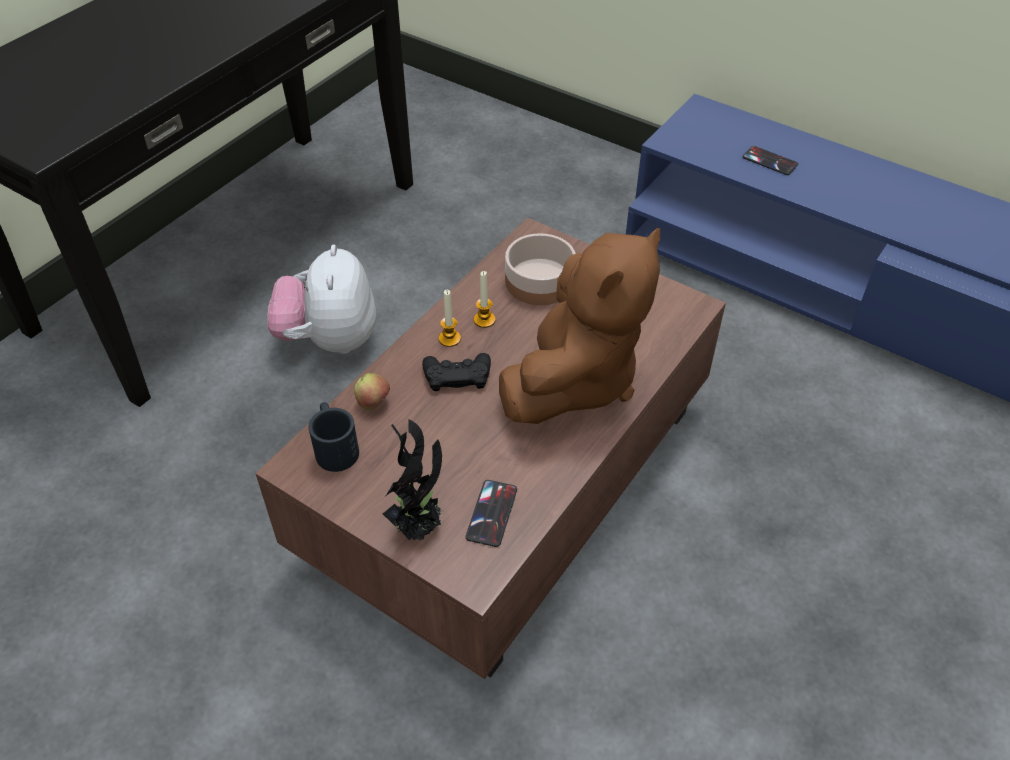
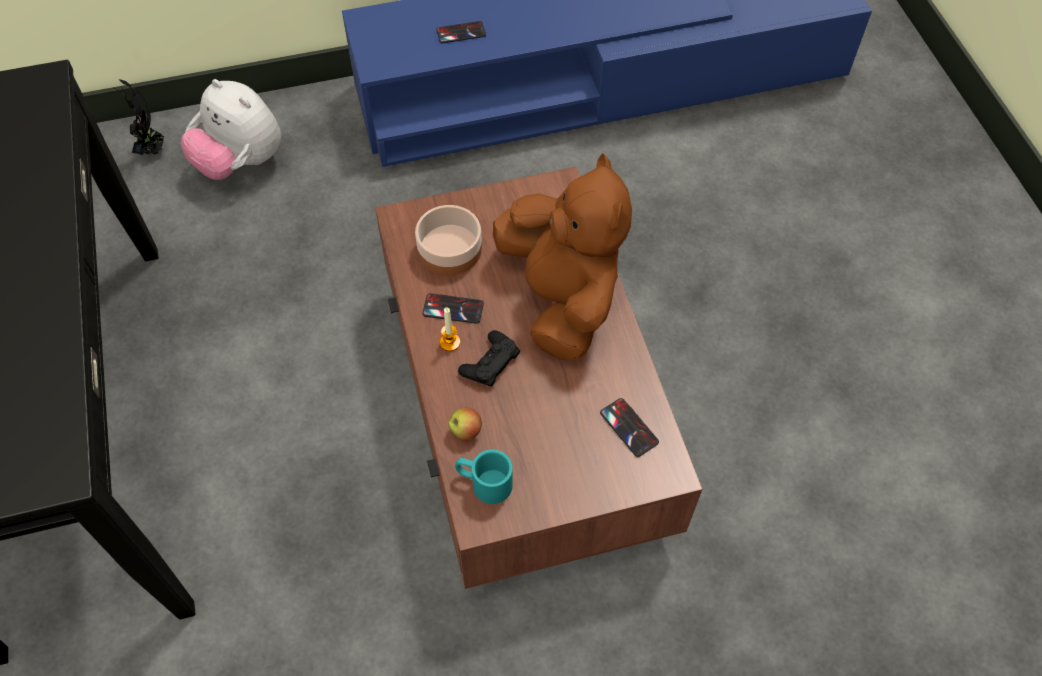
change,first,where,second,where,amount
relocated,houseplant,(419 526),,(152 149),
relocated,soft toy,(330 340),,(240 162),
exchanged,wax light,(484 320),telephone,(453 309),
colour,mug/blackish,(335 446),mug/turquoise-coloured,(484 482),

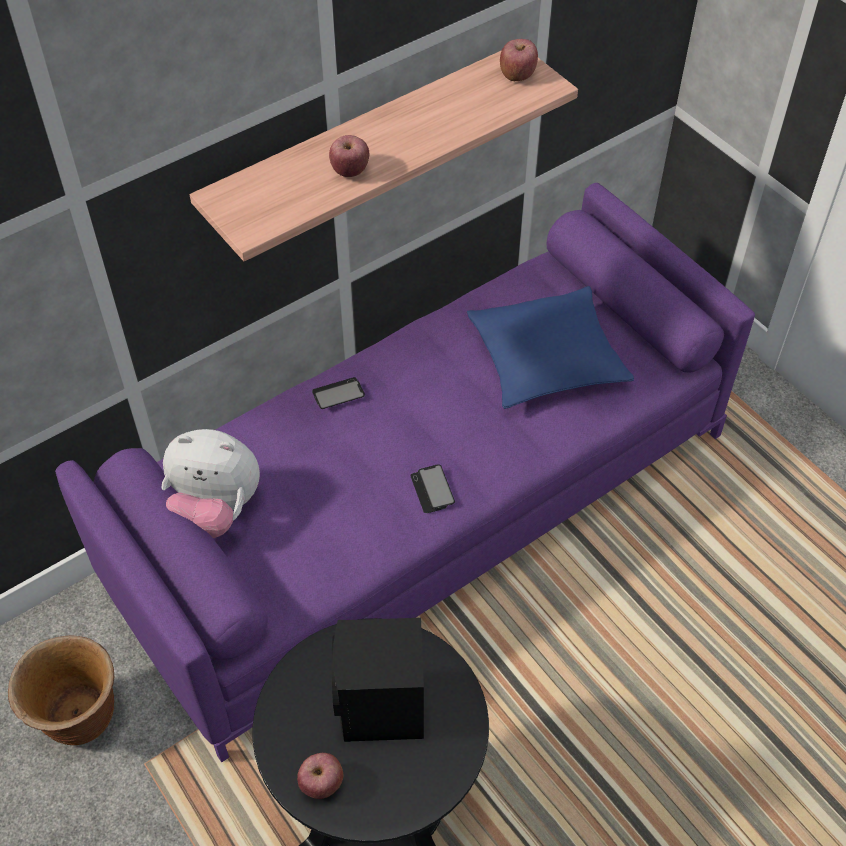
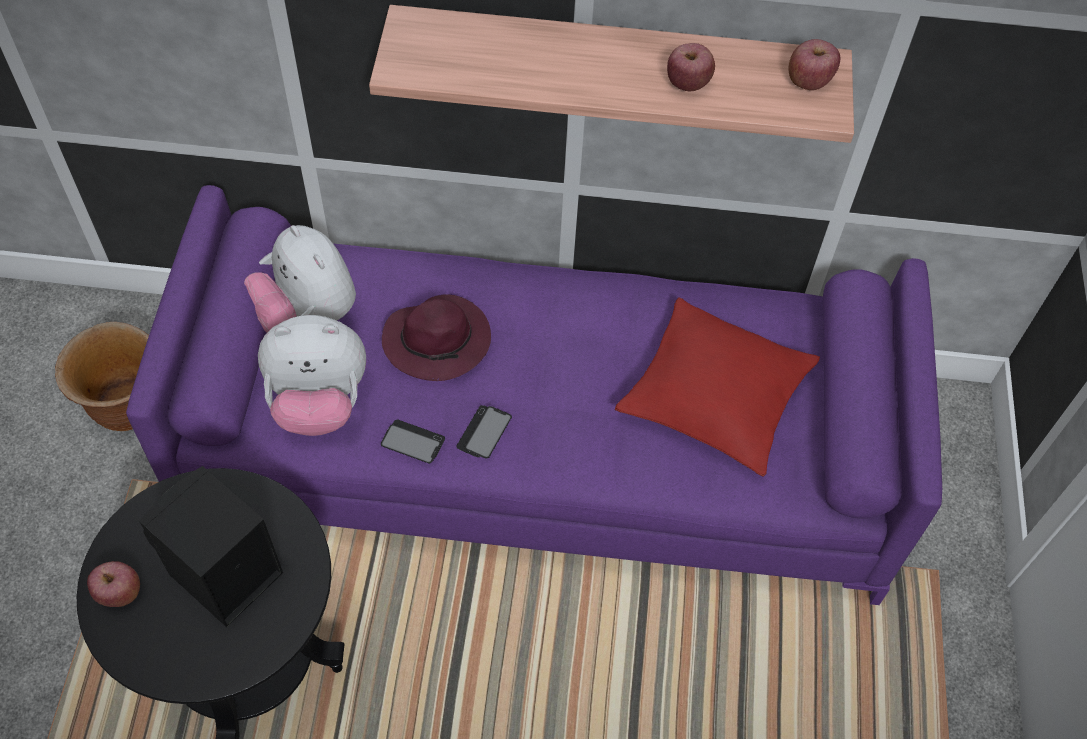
change,first,where,second,where,amount
appeared,,,soft toy,(319 402),
relocated,telephone,(338 394),,(413 442),
appeared,,,wearable hat/purple-coloured,(439 341),
colour,throw pillow/blue-coloured,(546 358),throw pillow/red-coloured,(715 396),
relocated,apple,(350 171),,(688 84),

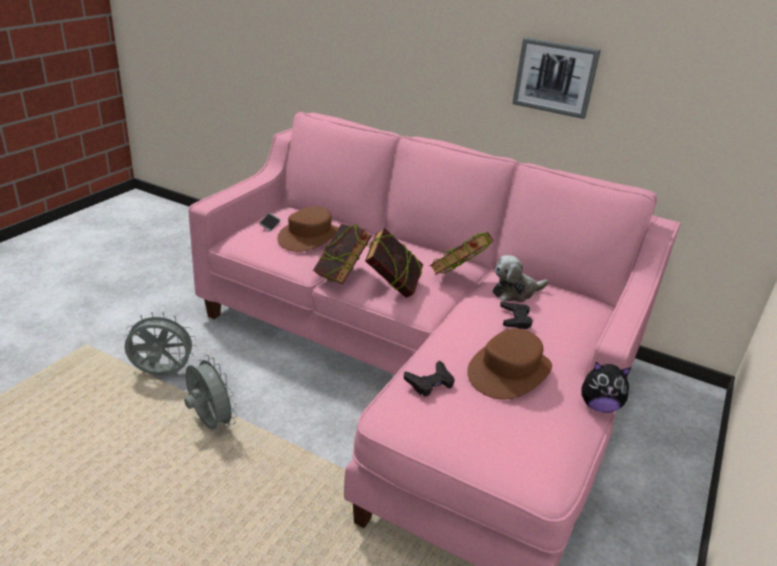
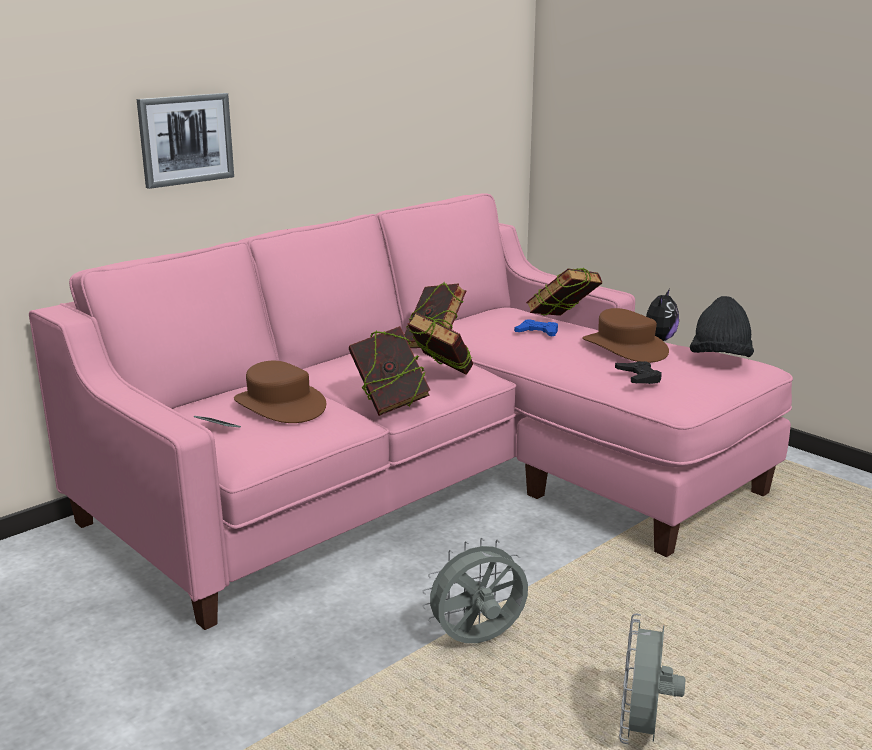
change,first,where,second,where,amount
relocated,wall art,(555 77),,(185 139),
colour,game controller/blackish,(515 319),game controller/blue-coloured,(537 333),
appeared,,,volume,(562 322),
relocated,electric fan/grey,(162 374),,(642 732),
appeared,,,wearable hat/blackish,(720 360),
missing,soft toy,(515 292),,,

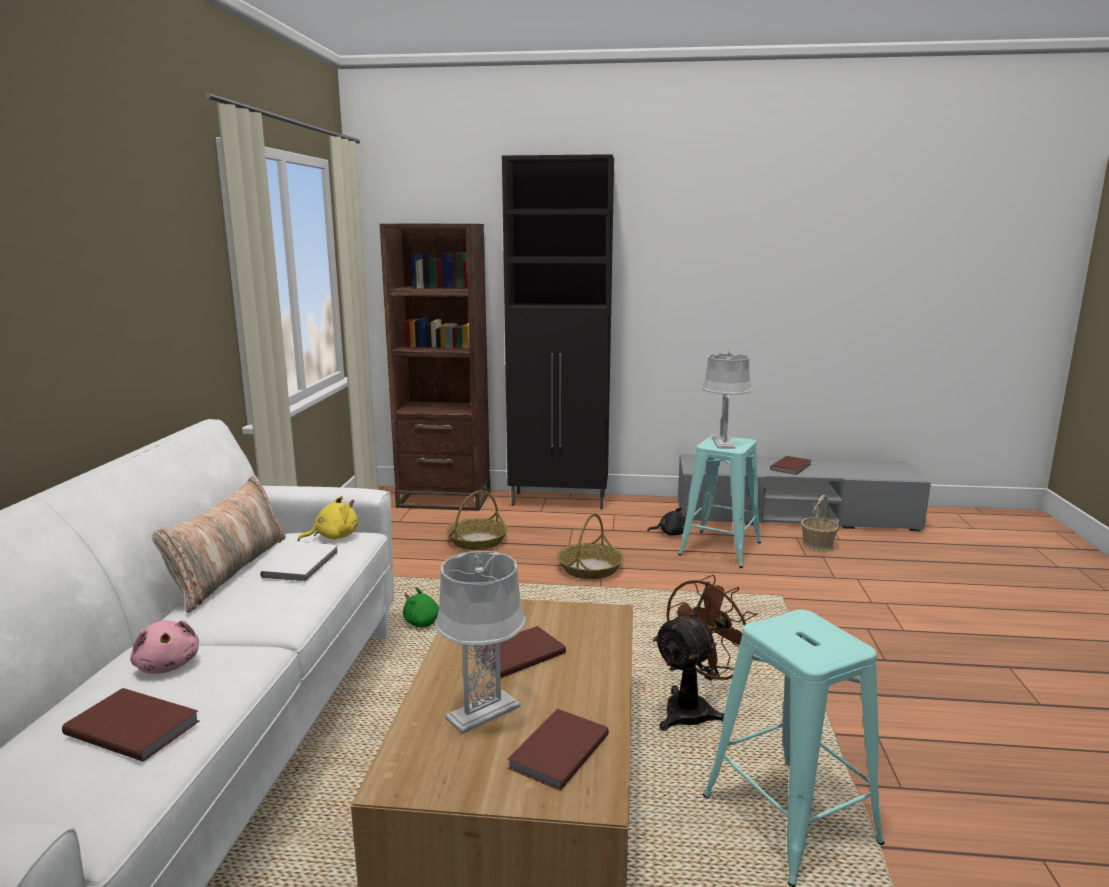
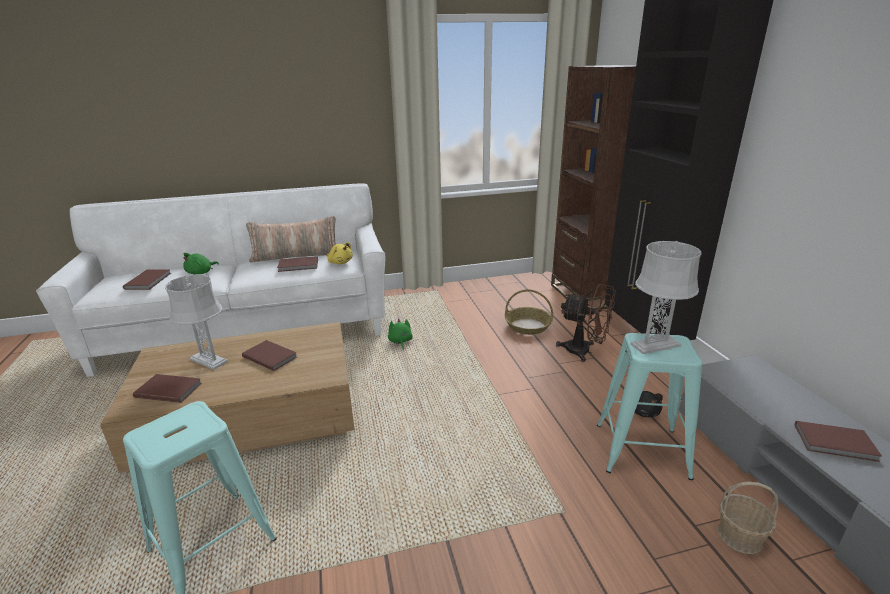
change,first,where,second,where,amount
colour,soft toy/pink-coloured,(168 665),soft toy/green-coloured,(201 272),
colour,volume/white-coloured,(303 564),volume/brownish,(299 266),
relocated,electric fan/brownish,(695 709),,(584 351),
missing,basket,(590 568),,,

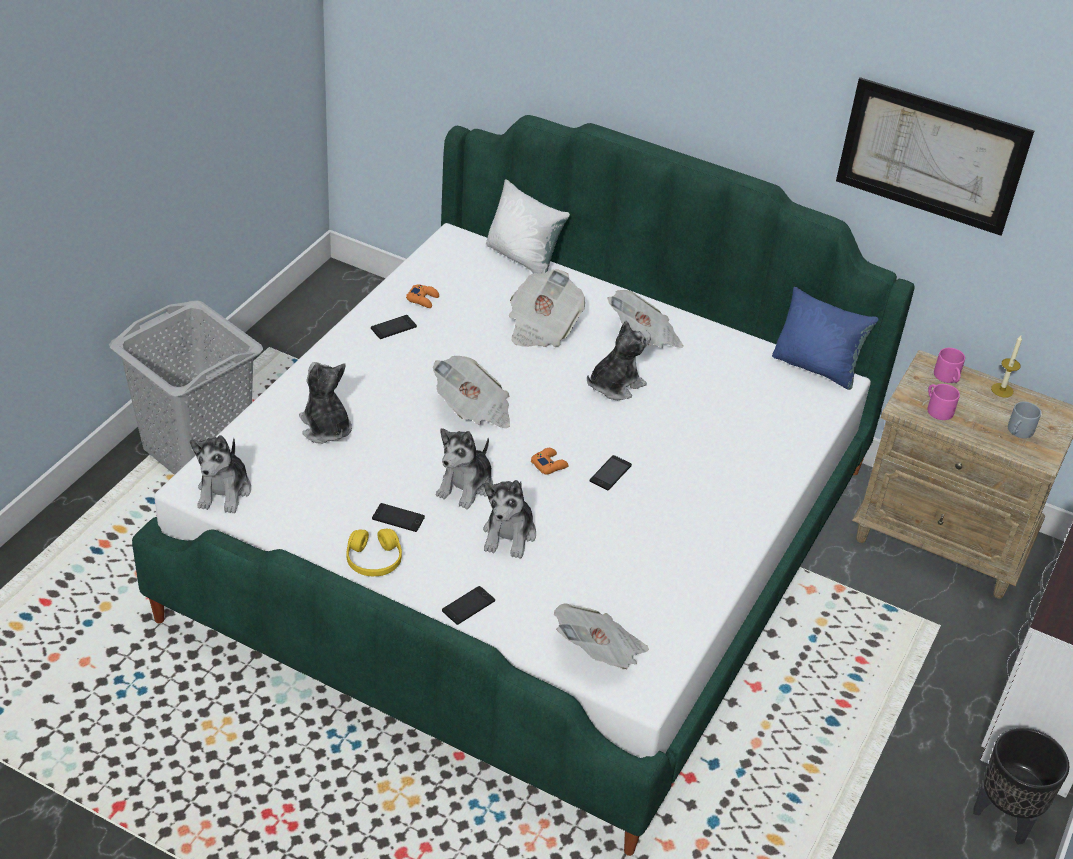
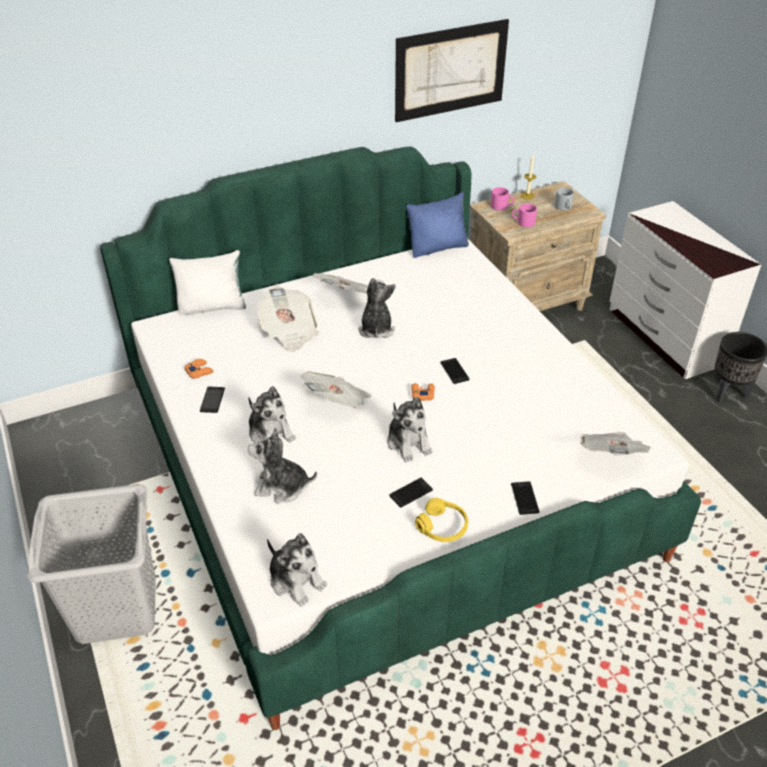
change,first,where,second,where,amount
relocated,soft toy,(509 535),,(271 433),

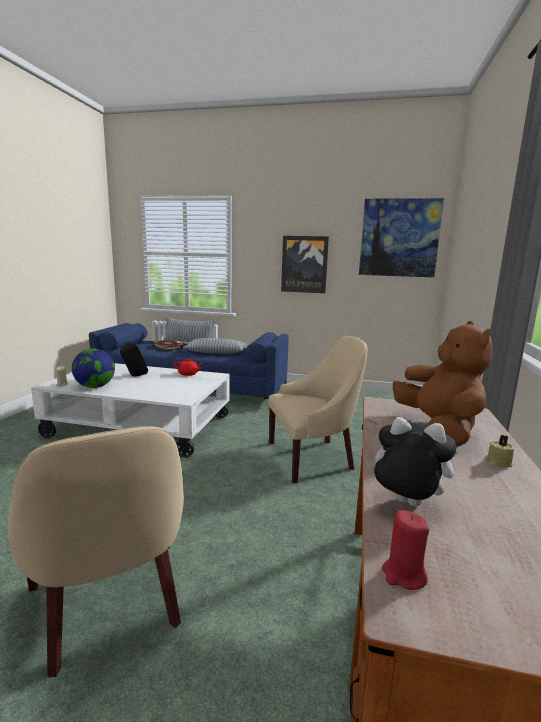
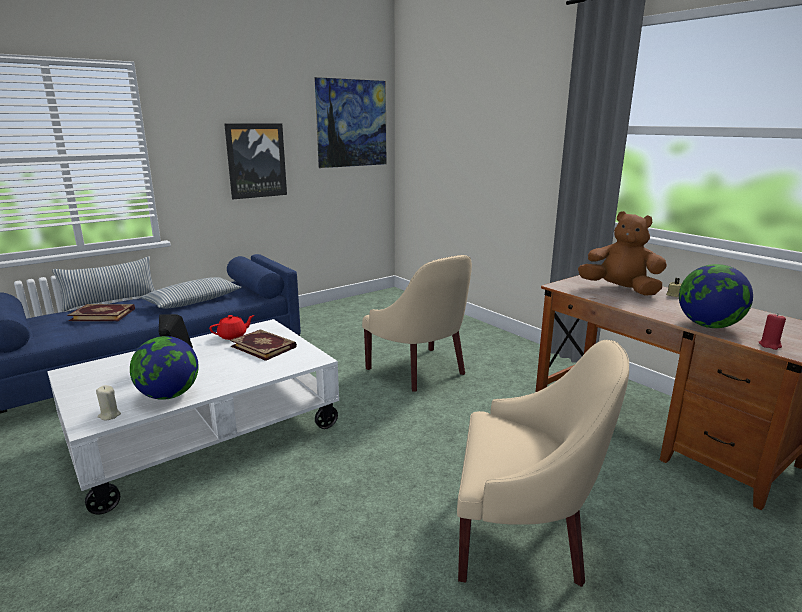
change,first,where,second,where,amount
appeared,,,volume,(264 346),
spun,lounge chair/beige-coloured,(312 457),,(420 370),120 degrees clockwise
exchanged,soft toy,(405 504),world globe,(708 326),

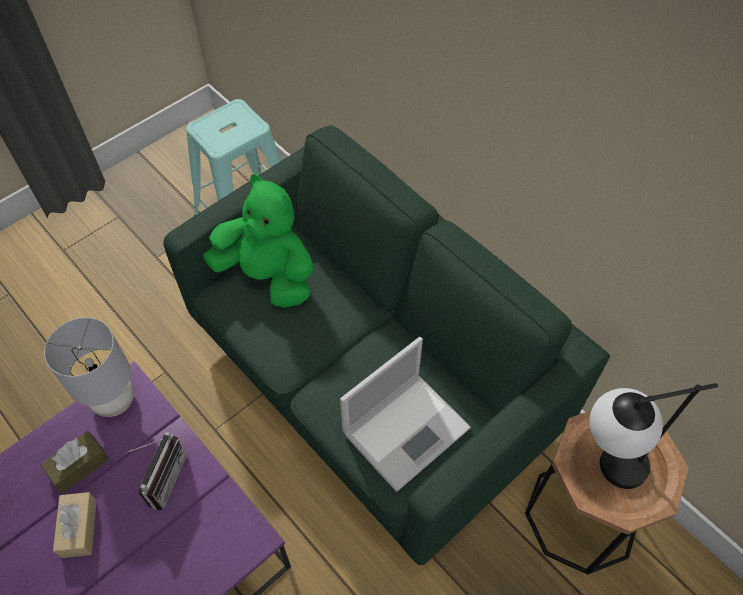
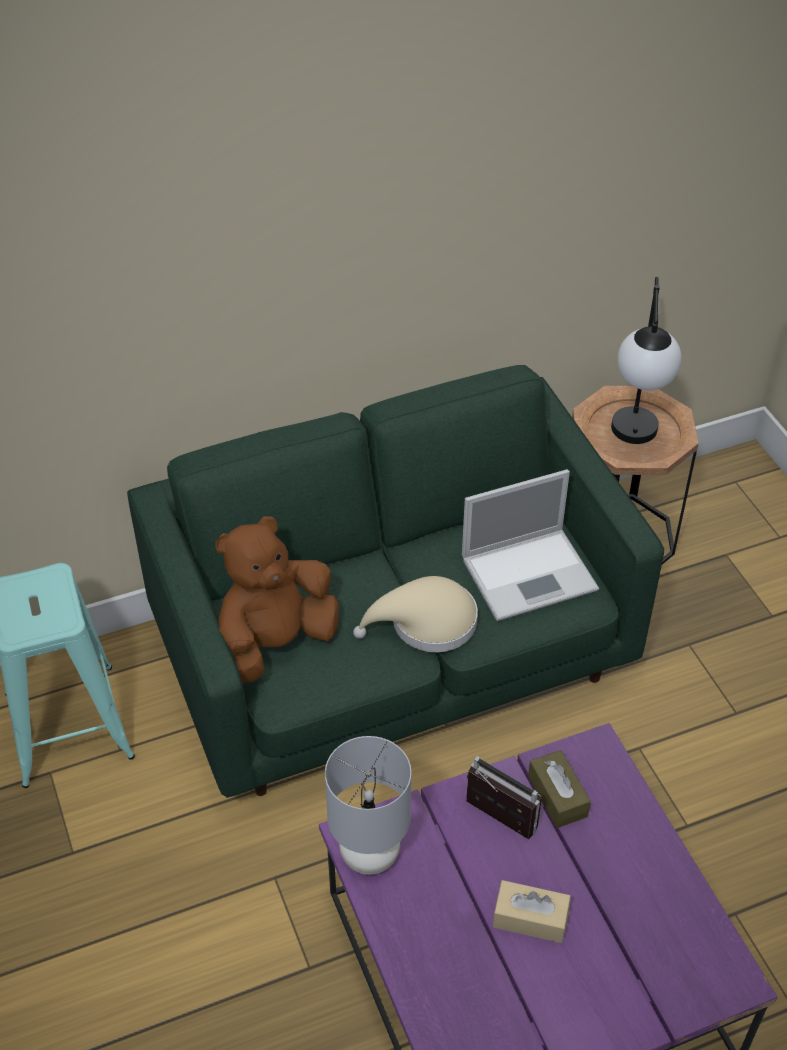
change,first,where,second,where,amount
colour,soft toy/green-coloured,(267 275),soft toy/brownish,(274 643),
appeared,,,wearable hat/beige-coloured,(426 623),
spun,portable computer,(407 428),,(531 573),90 degrees clockwise
relocated,tissue box/brownish,(79 466),,(557 796),

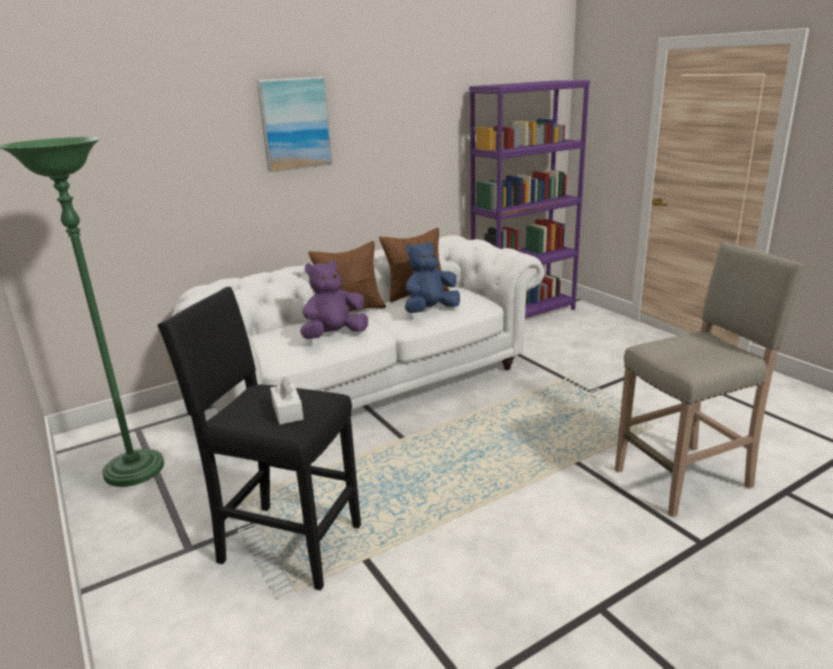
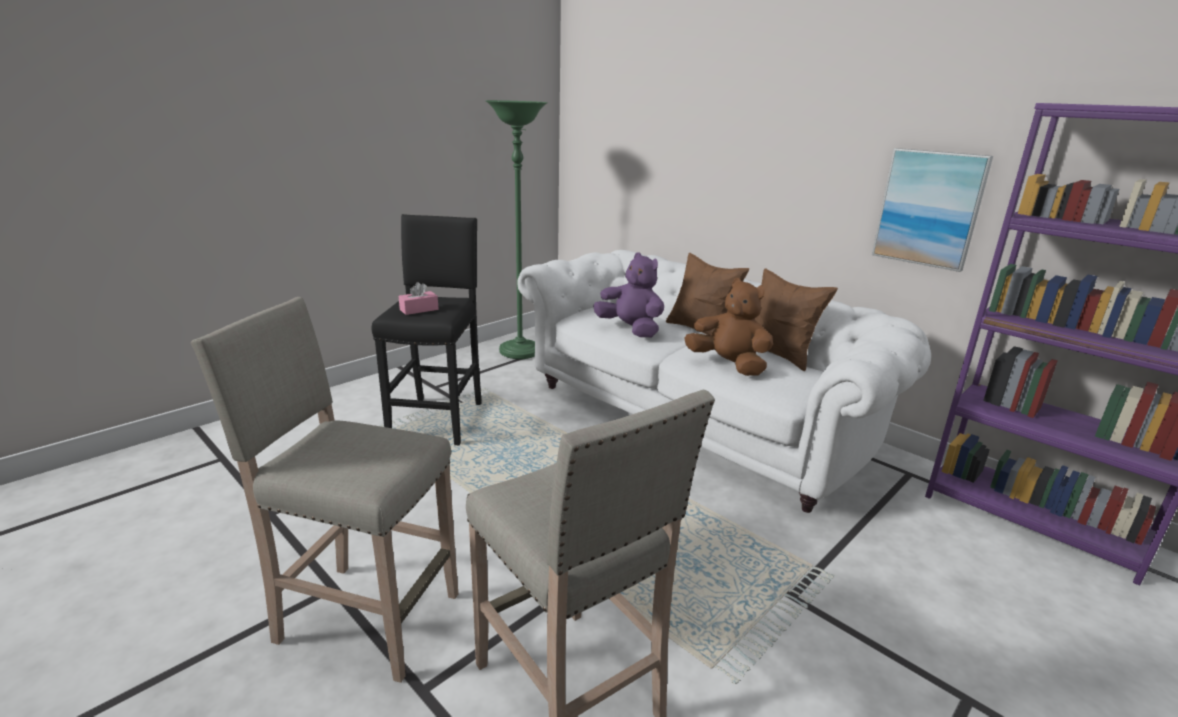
change,first,where,second,where,amount
appeared,,,stool seat/beige-coloured,(365 616),
colour,tissue box/white-coloured,(287 411),tissue box/pink-coloured,(419 309),
colour,soft toy/blue-coloured,(430 310),soft toy/brownish,(728 365),
relocated,wall art,(295 124),,(929 208),

